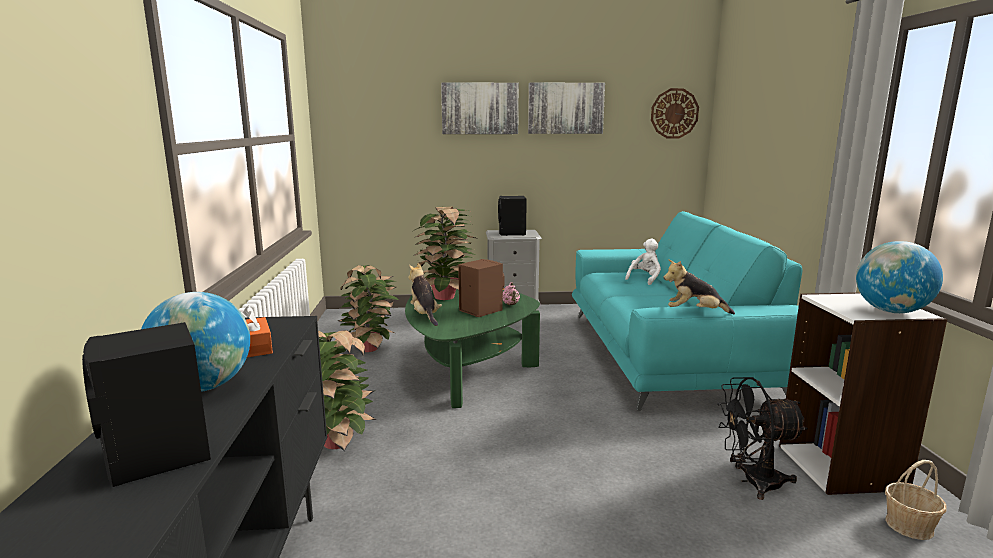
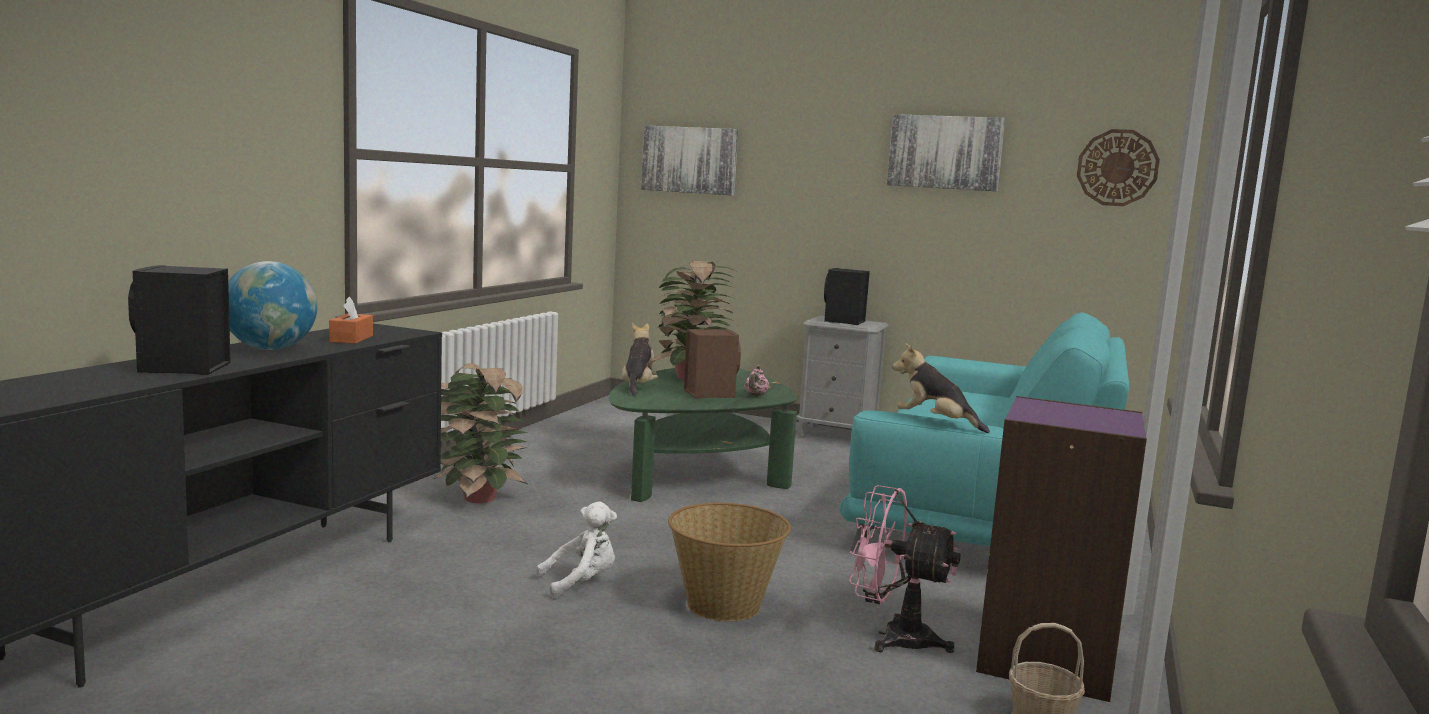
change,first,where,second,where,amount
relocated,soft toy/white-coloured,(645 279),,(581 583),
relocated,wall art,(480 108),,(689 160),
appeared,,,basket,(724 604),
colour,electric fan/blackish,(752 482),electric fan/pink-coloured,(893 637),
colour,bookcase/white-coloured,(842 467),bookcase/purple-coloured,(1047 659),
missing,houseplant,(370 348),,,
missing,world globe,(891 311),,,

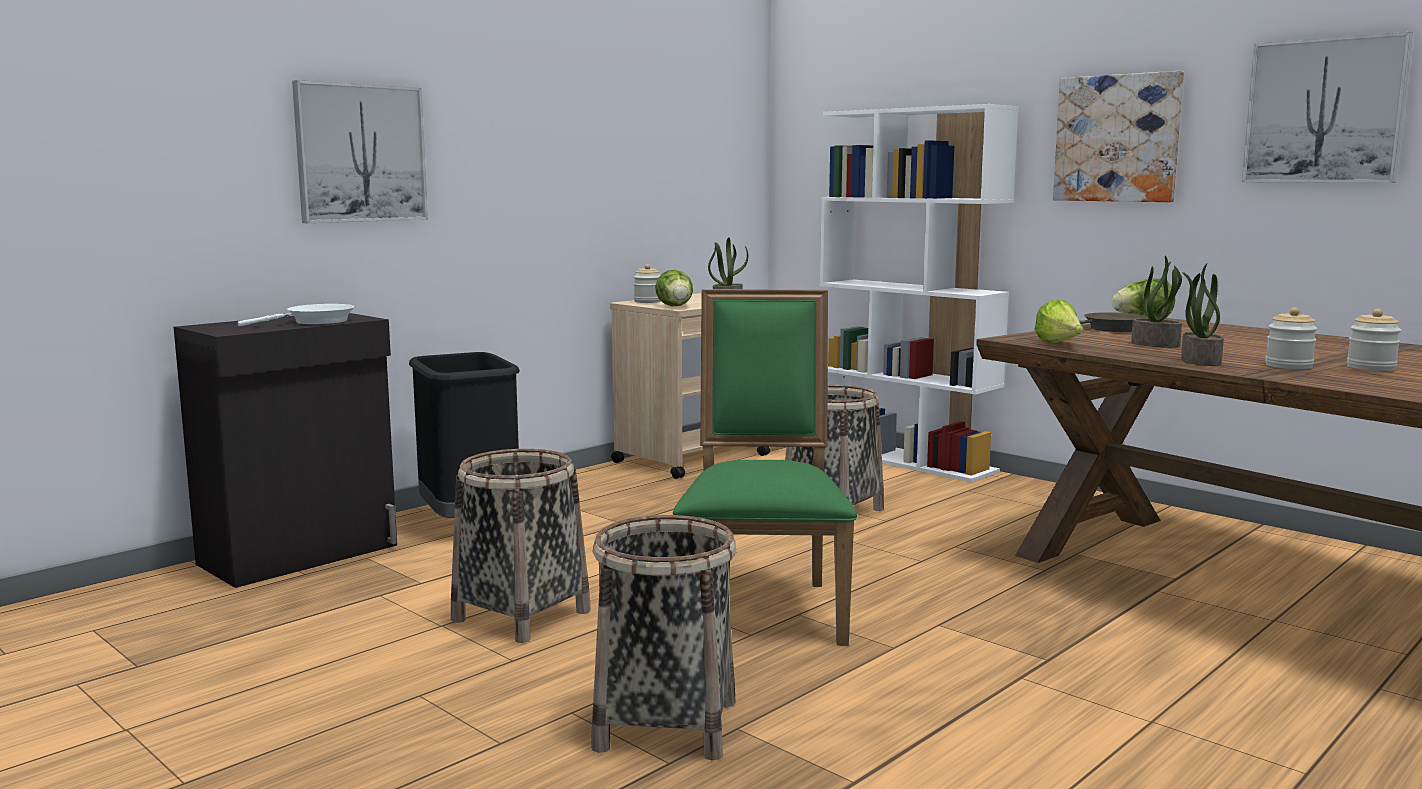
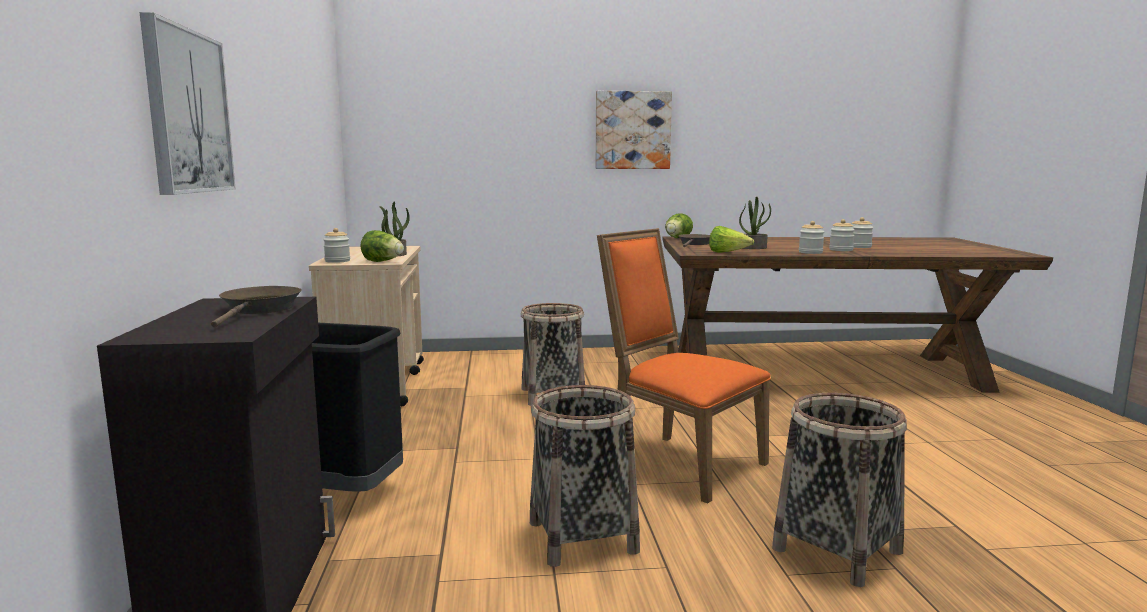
change,first,where,second,where,amount
colour,frying pan/white-coloured,(315 322),frying pan/brownish,(259 310),
colour,chair/green-coloured,(763 607),chair/orange,(680 462),
exchanged,houseplant,(1199 361),jar,(810 252),
missing,bookcase/white-coloured,(906 460),,,
missing,wall art,(1324 111),,,

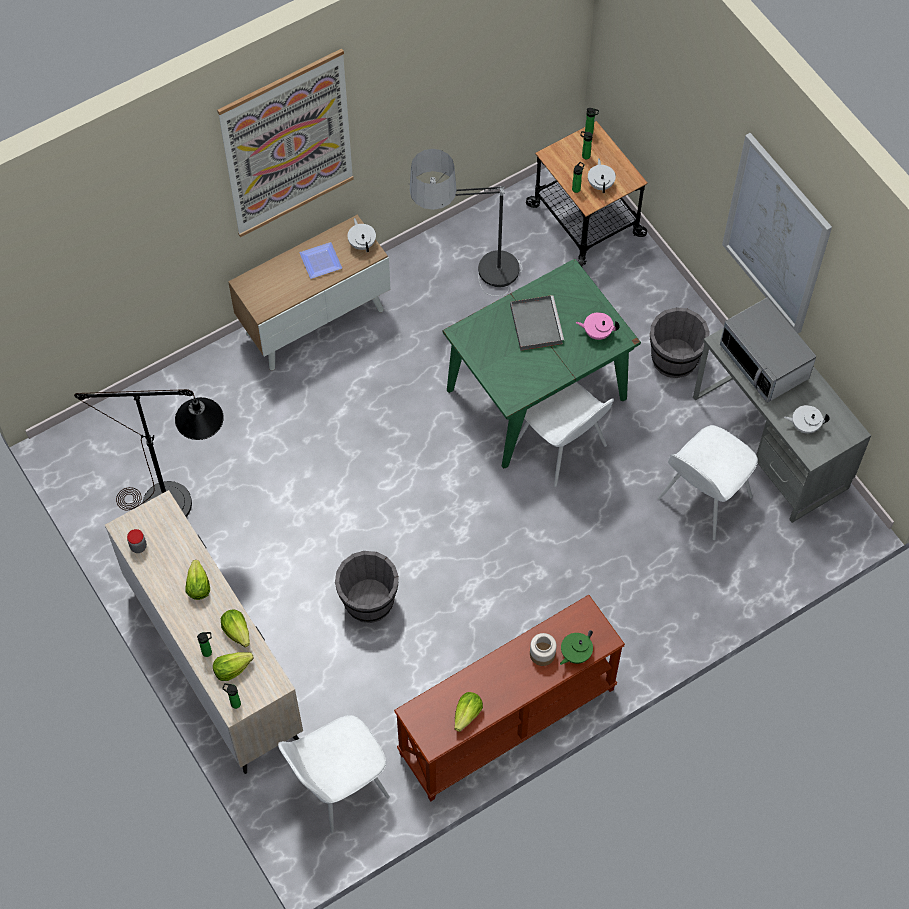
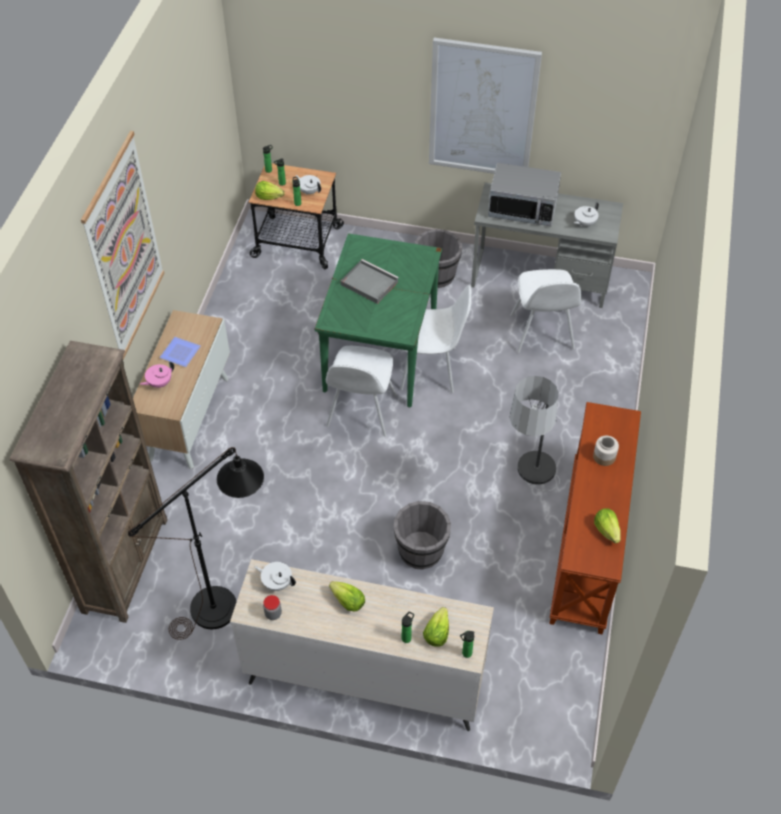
change,first,where,second,where,amount
appeared,,,bookcase/brownish,(125 564),
relocated,teapot/pink-coloured,(597 332),,(159 383),
relocated,head of lettuce,(237 631),,(268 197),
relocated,teapot/white-coloured,(362 243),,(277 582),
relocated,chair/white-coloured,(337 786),,(361 412),
relocated,floor lamp,(468 283),,(528 494),
missing,teapot/green-coloured,(575 654),,,

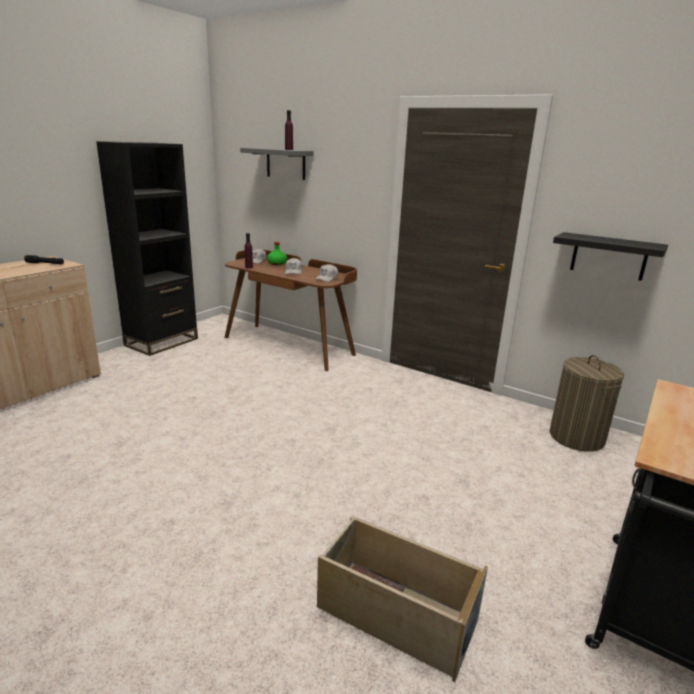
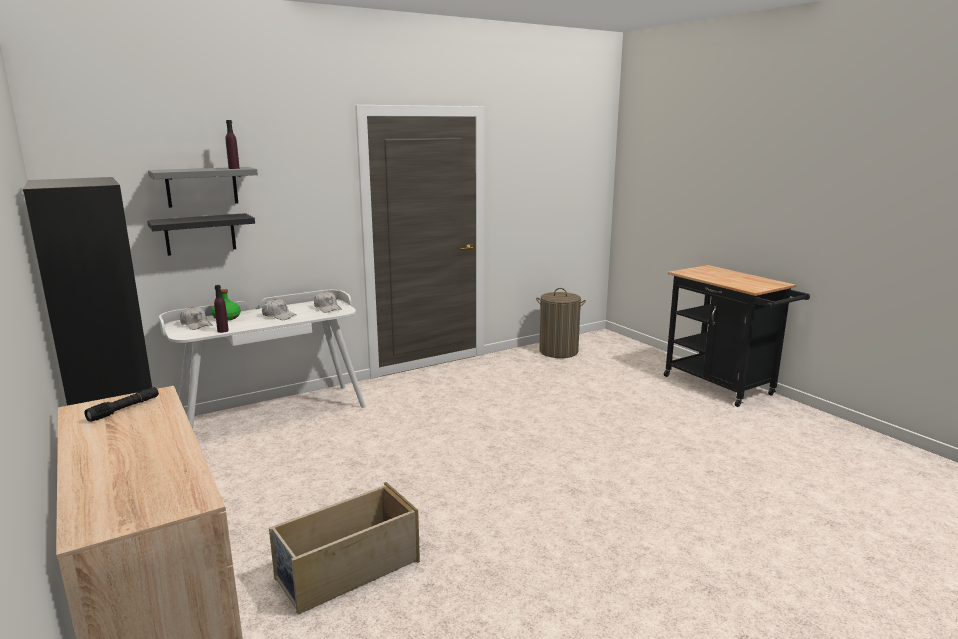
change,first,where,second,where,amount
relocated,bracket shelf/blackish,(609 256),,(200 234),
colour,desk/brownish,(289 345),desk/white-coloured,(273 414),
relocated,storage container/beige-coloured,(395 614),,(347 570),

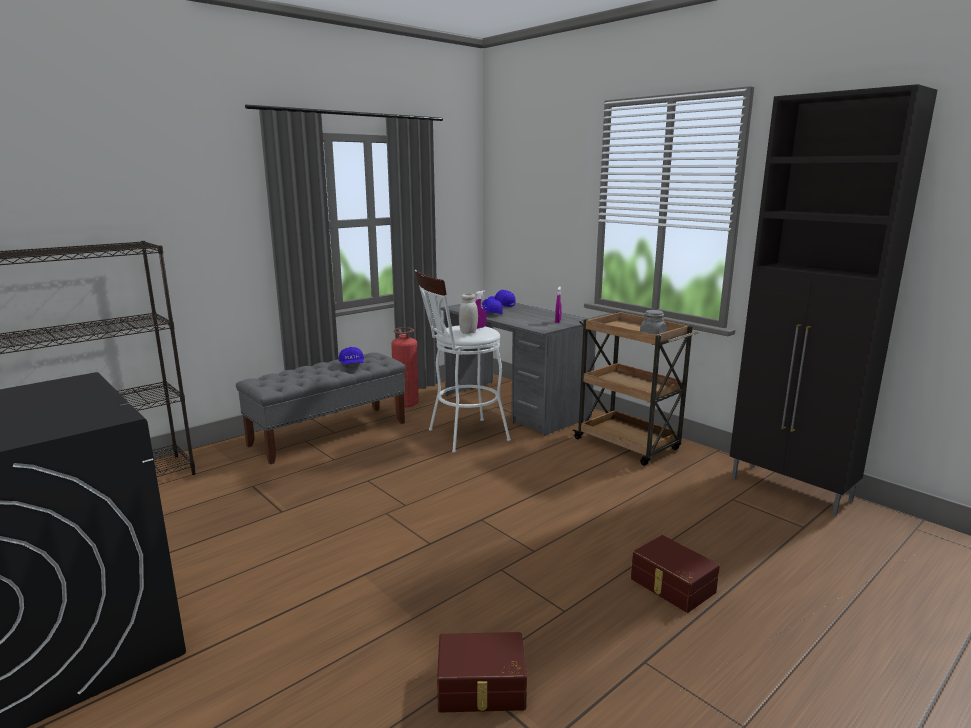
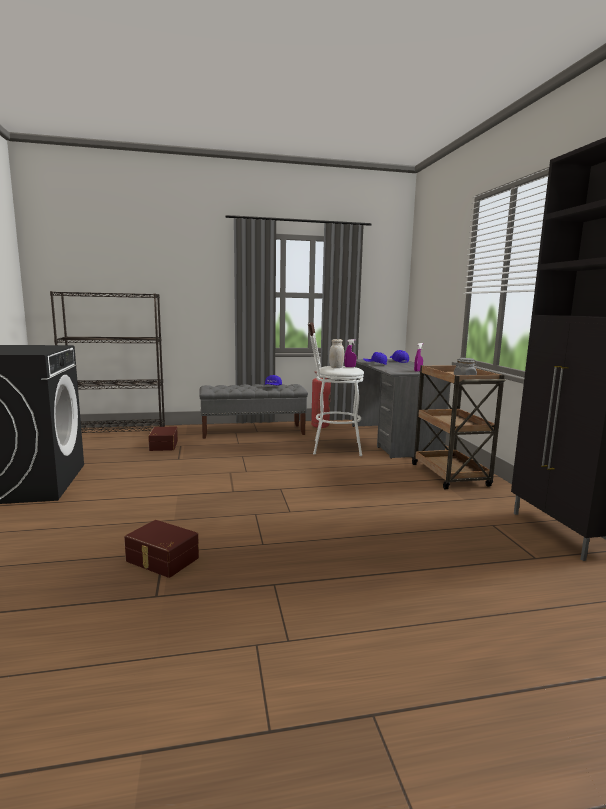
change,first,where,second,where,amount
relocated,storage container/brownish,(671 586),,(162 445),

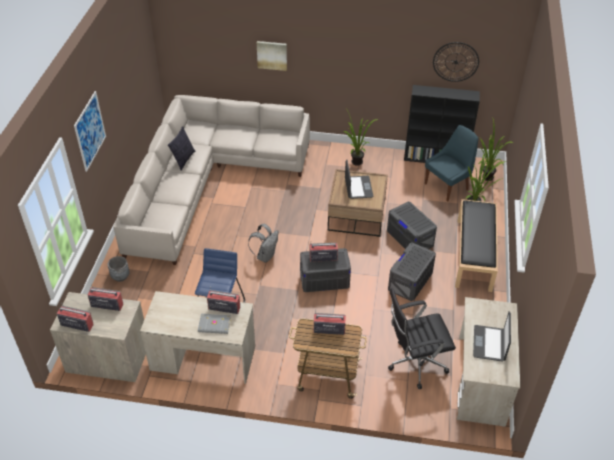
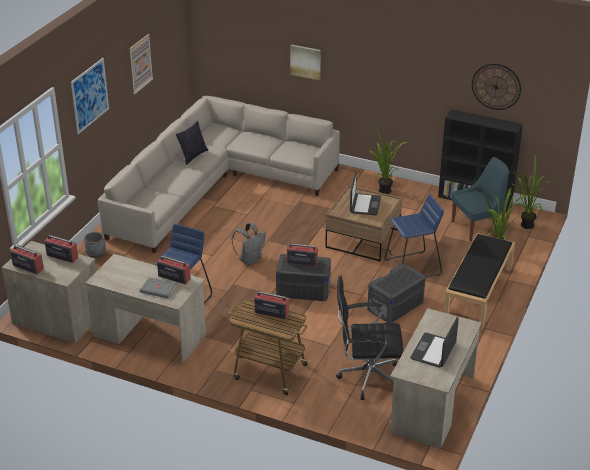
change,first,where,second,where,amount
appeared,,,wall art,(140 64),
exchanged,storage container/grey,(410 238),stool seat/blue-coloured,(412 267),

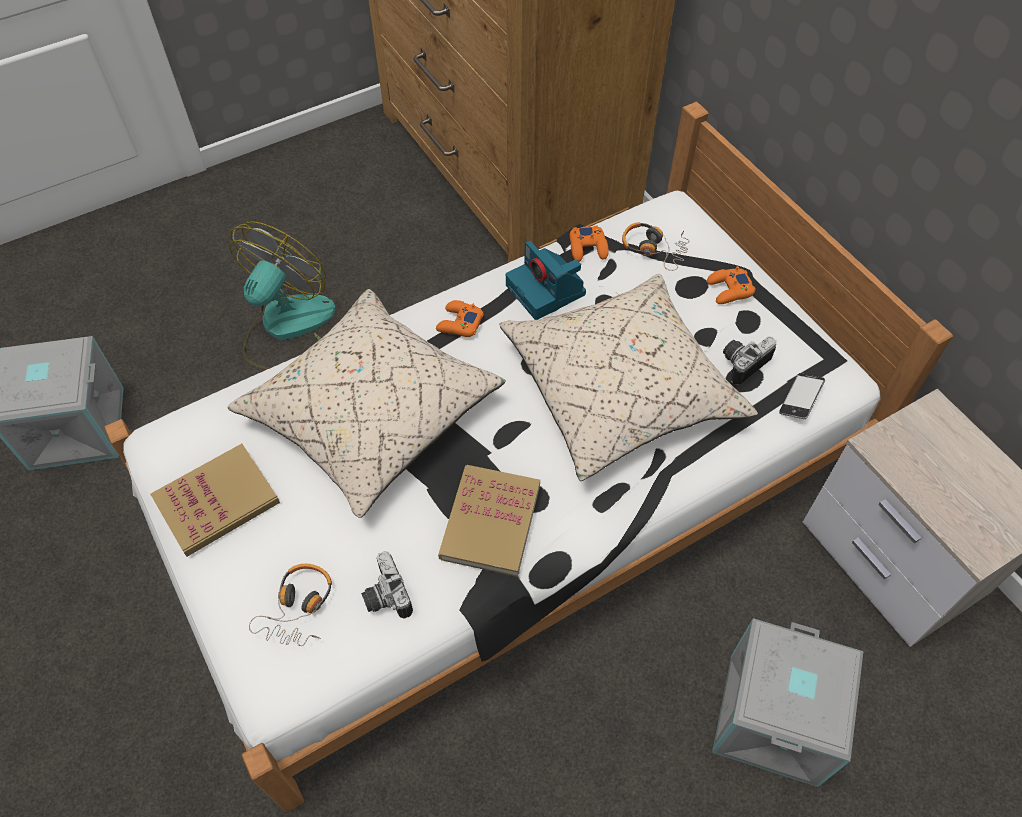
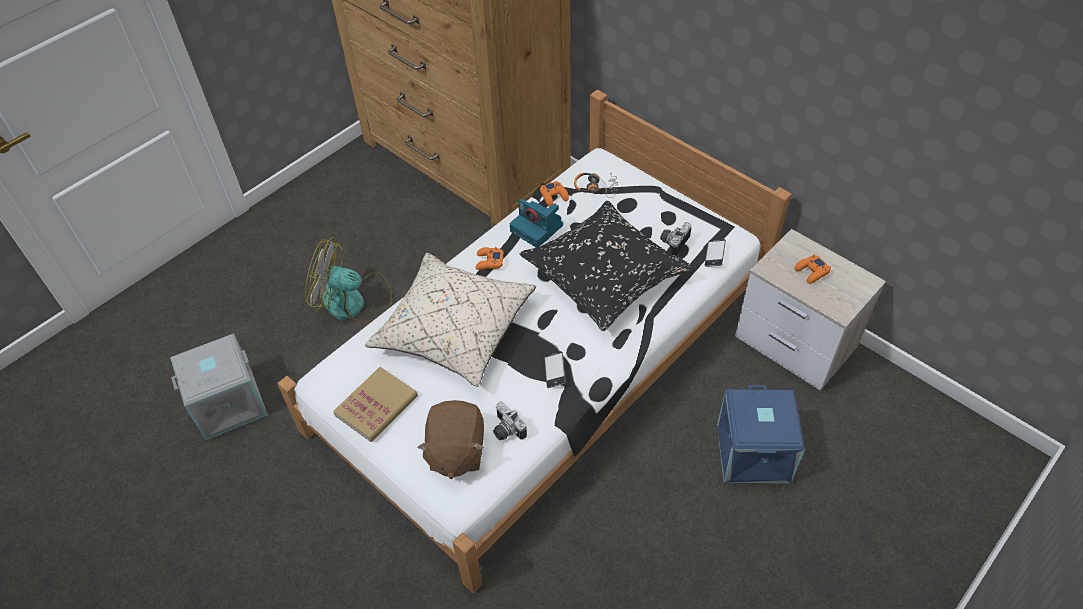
change,first,where,second,where,amount
spun,electric fan,(288 329),,(354 302),90 degrees counterclockwise
exchanged,headphones,(299 608),soft toy/brownish,(455 451),
colour,throw pillow/beige-coloured,(620 388),throw pillow/blackish,(605 275),
exchanged,volume,(490 522),telephone,(554 371),
colour,storage container/grey,(775 720),storage container/blue-coloured,(754 453),
relocated,game controller/orange,(729 290),,(811 272),

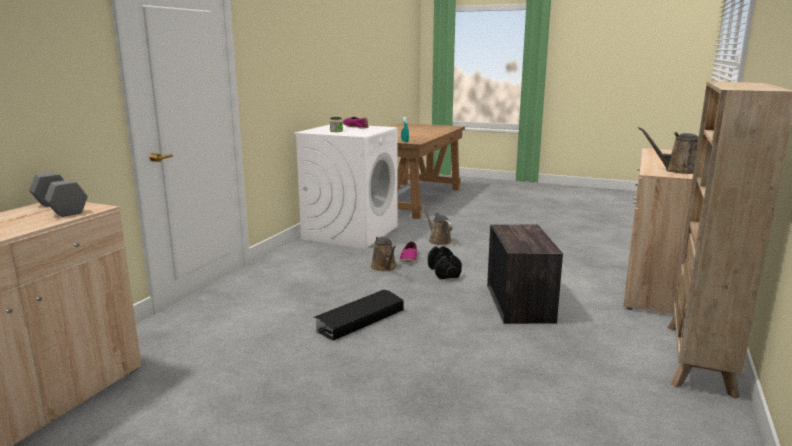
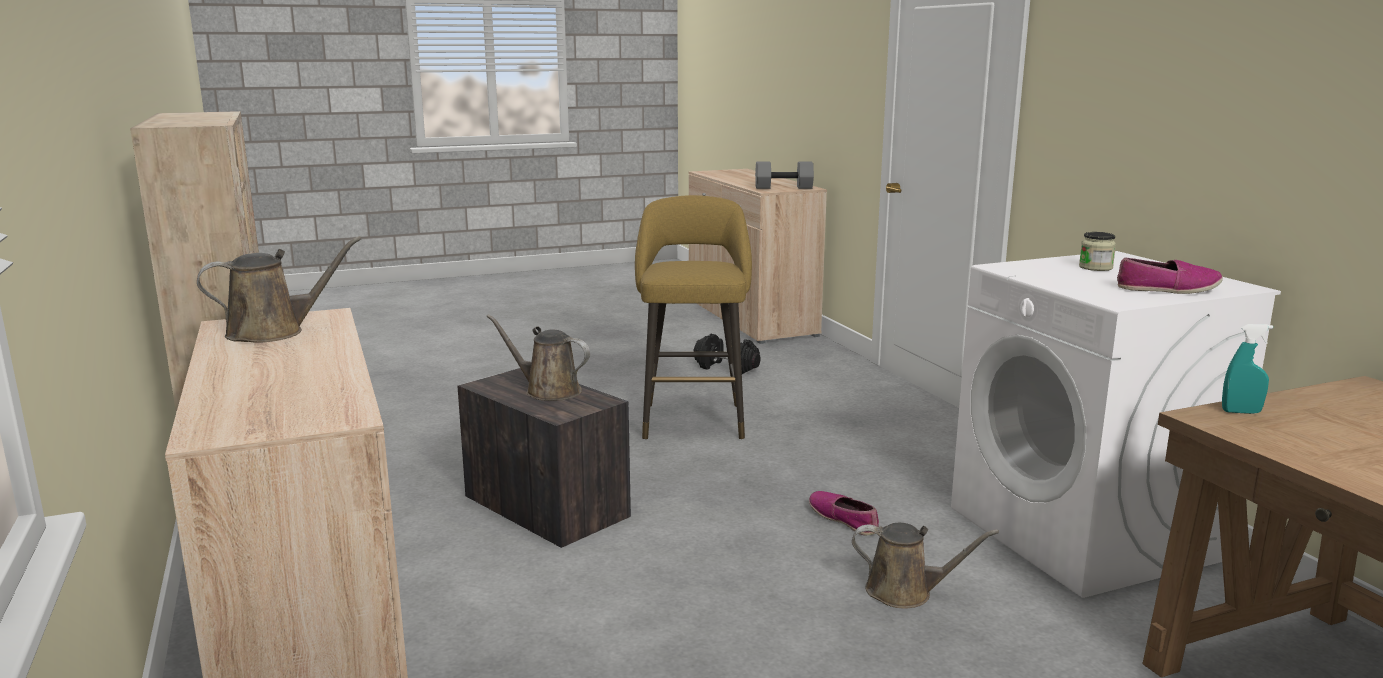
change,first,where,second,where,amount
relocated,watering pot/brownish,(384 267),,(548 391),
exchanged,storage container/blackish,(359 320),stool seat/yellowish,(693 418),
relocated,free weight/blackish,(444 272),,(726 368),

